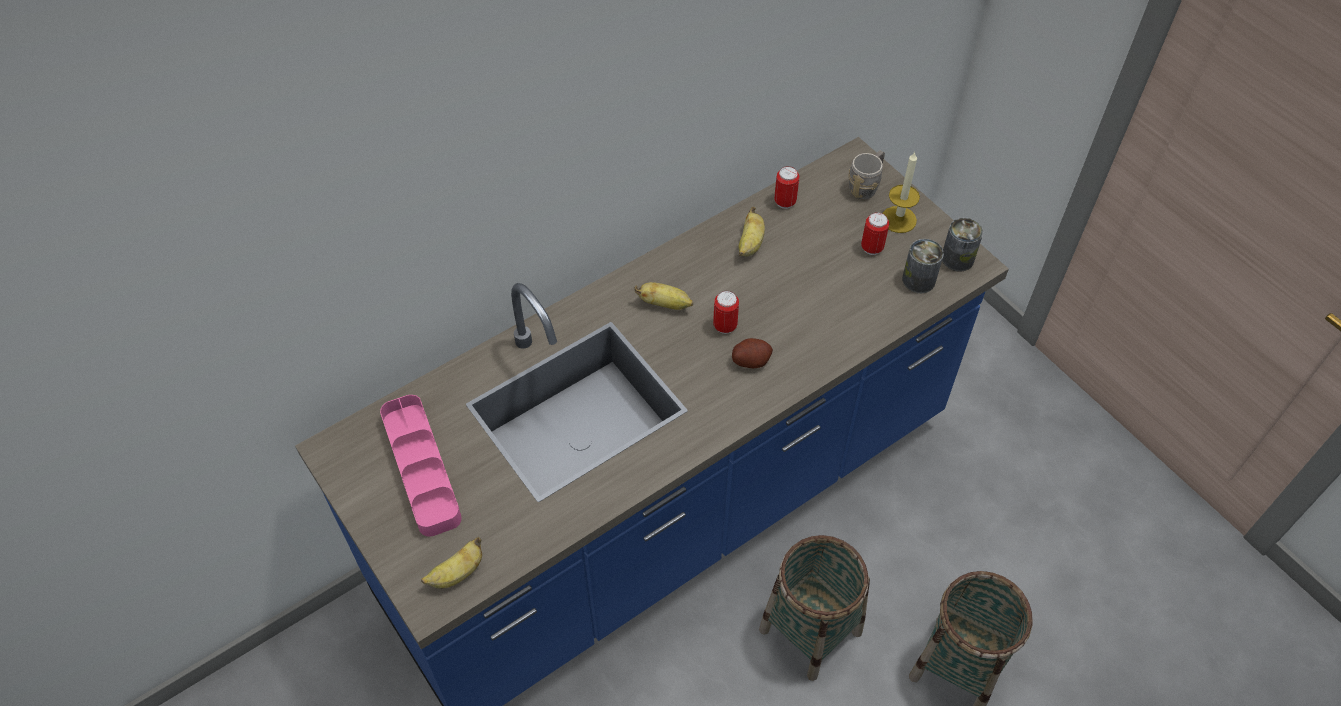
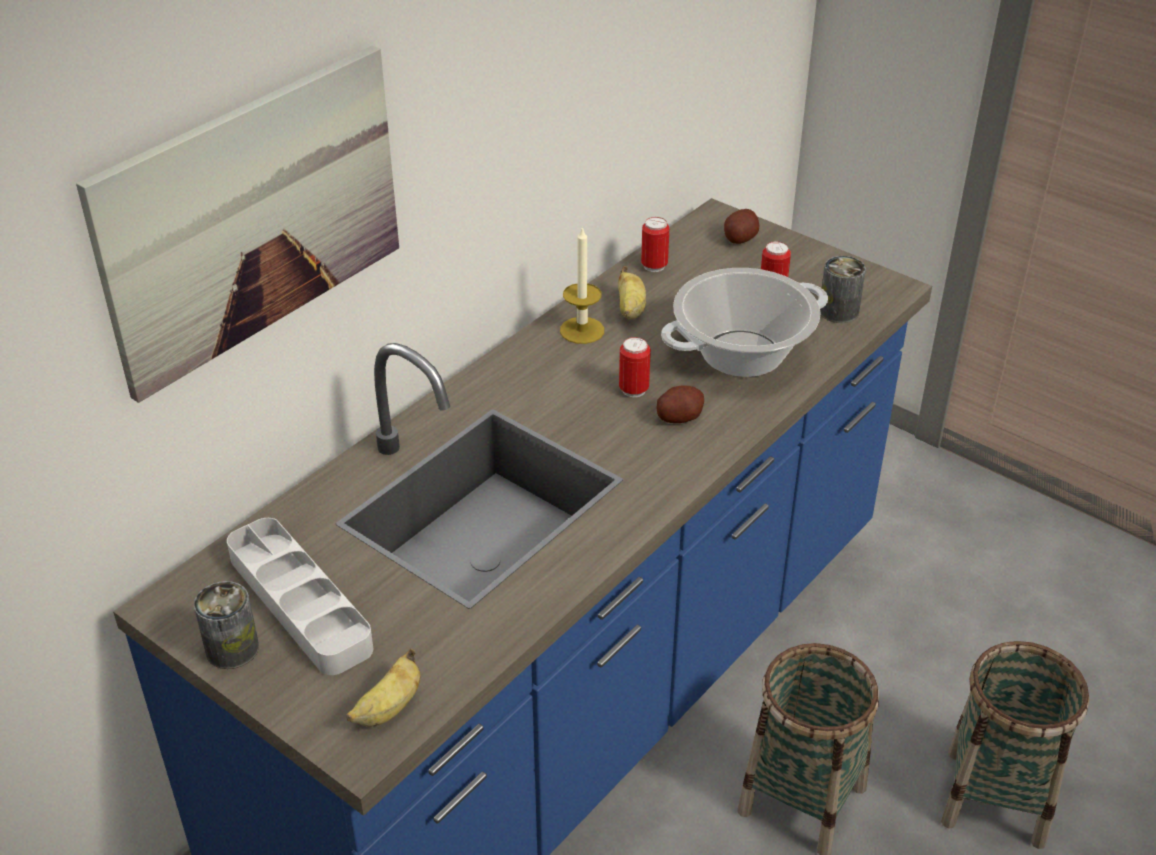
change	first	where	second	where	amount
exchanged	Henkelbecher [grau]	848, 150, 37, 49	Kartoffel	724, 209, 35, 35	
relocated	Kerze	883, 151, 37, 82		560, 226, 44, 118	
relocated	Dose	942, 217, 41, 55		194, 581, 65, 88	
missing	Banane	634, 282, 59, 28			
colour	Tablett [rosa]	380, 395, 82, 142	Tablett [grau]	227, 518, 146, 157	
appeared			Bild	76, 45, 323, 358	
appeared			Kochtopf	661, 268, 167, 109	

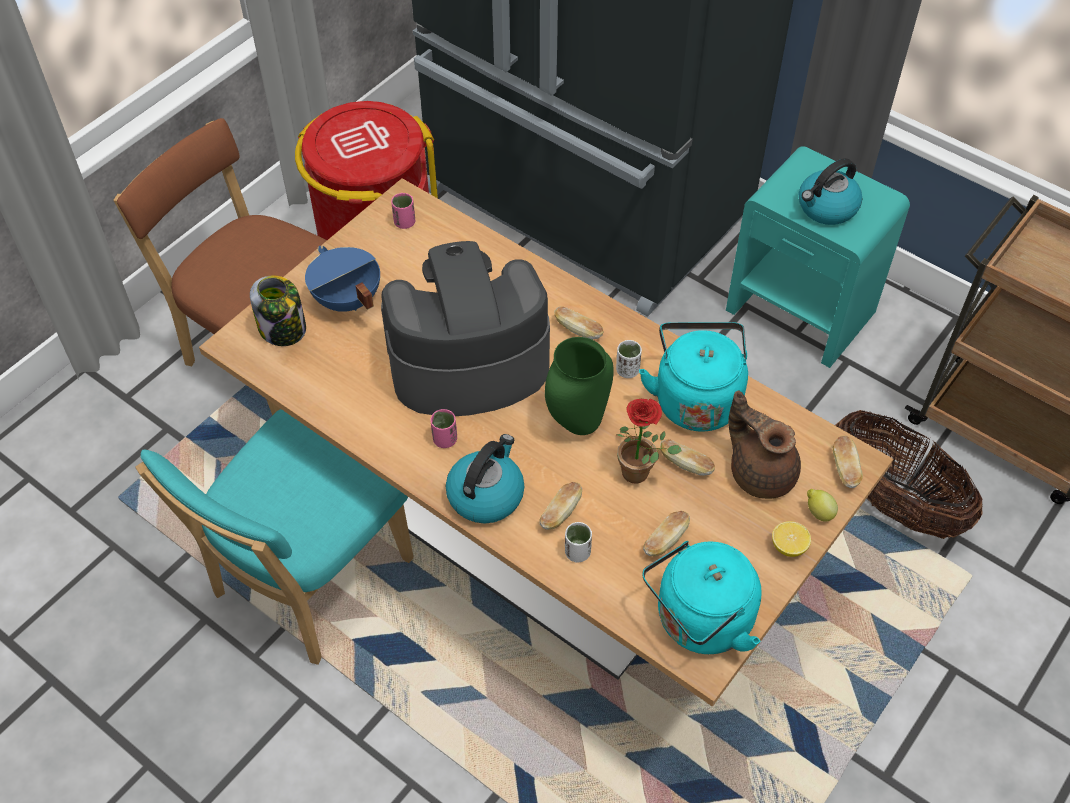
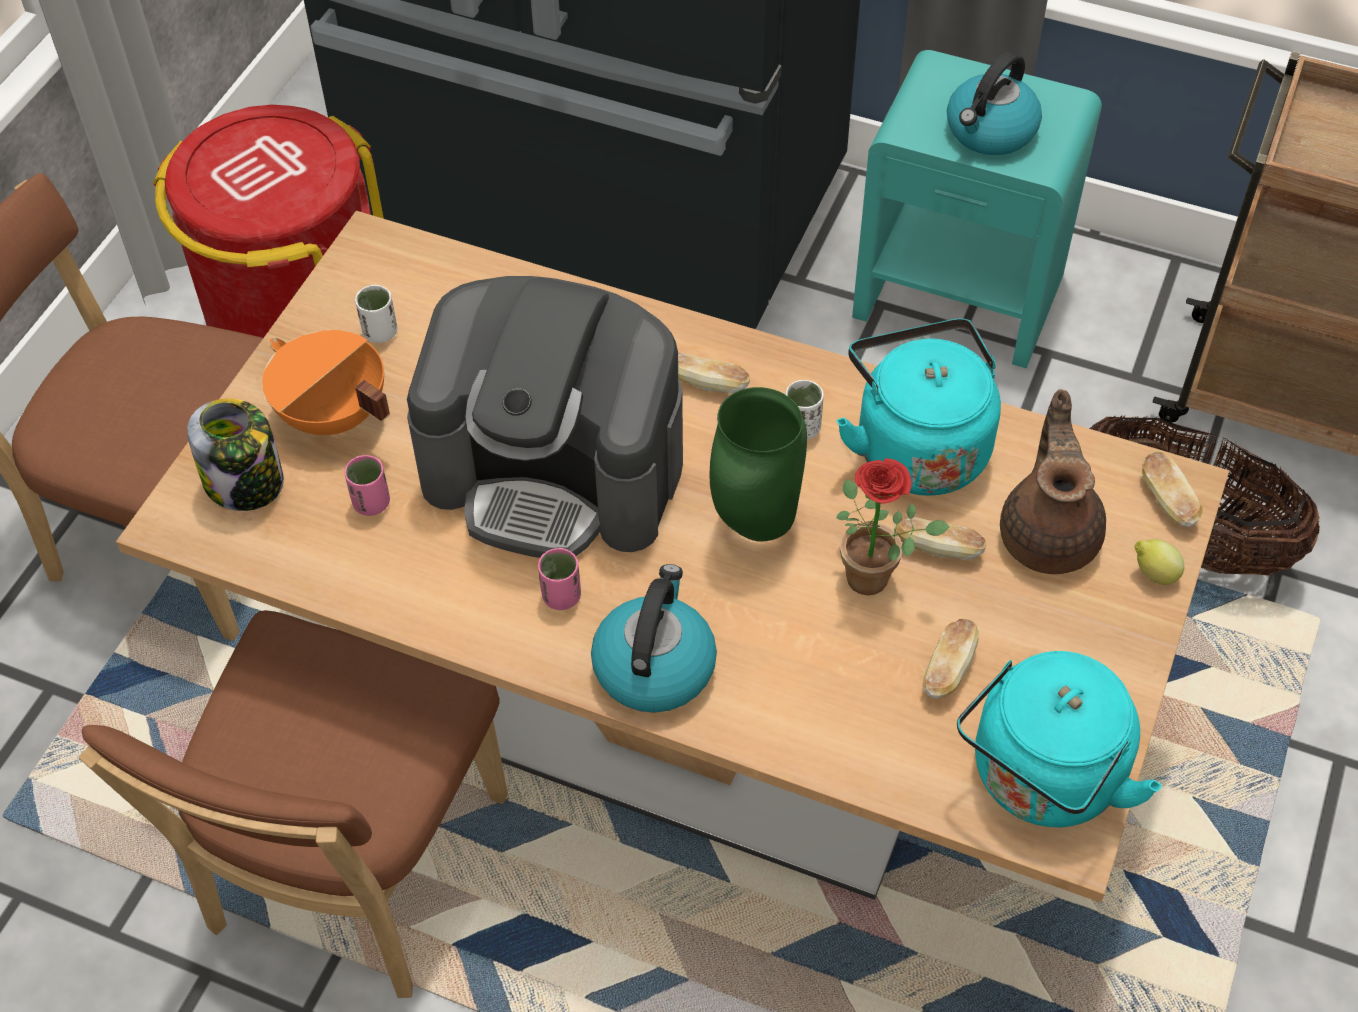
change	first	where	second	where	amount
relocated	Tasse [rosa]	391, 193, 24, 36		344, 455, 46, 61	
spun	Kaffeemaschine	381, 241, 169, 175		407, 276, 276, 282	135 degrees counterclockwise
colour	Kochtopf [blau]	305, 246, 75, 66	Kochtopf [orange]	262, 330, 128, 105	
spun	Teekanne [braun]	728, 390, 73, 109		1000, 389, 106, 185	60 degrees clockwise
colour	Stuhl [türkis]	135, 409, 279, 256	Stuhl [braun]	79, 610, 429, 388	
missing	Brot	539, 482, 43, 48			
missing	Zitrone	772, 521, 39, 36			
relocated	Tasse [weiß]	565, 522, 27, 40		355, 285, 42, 58	

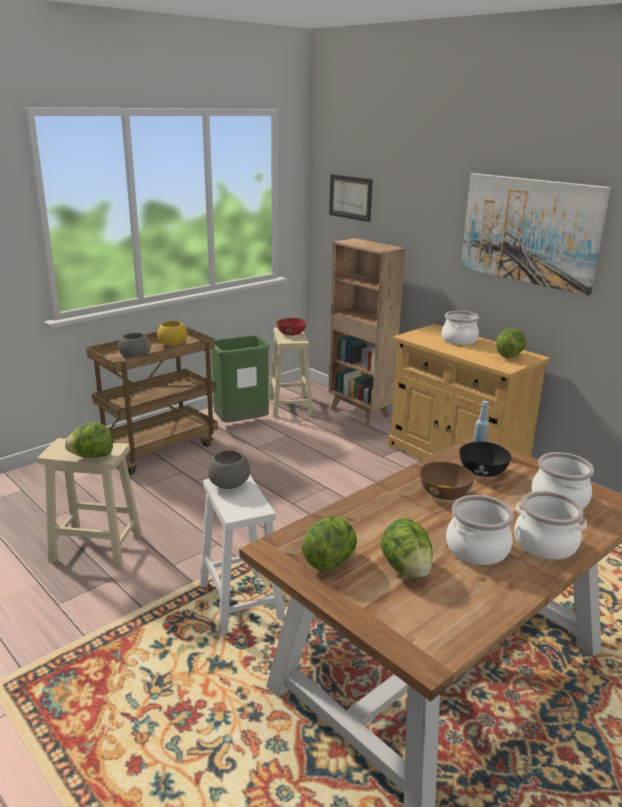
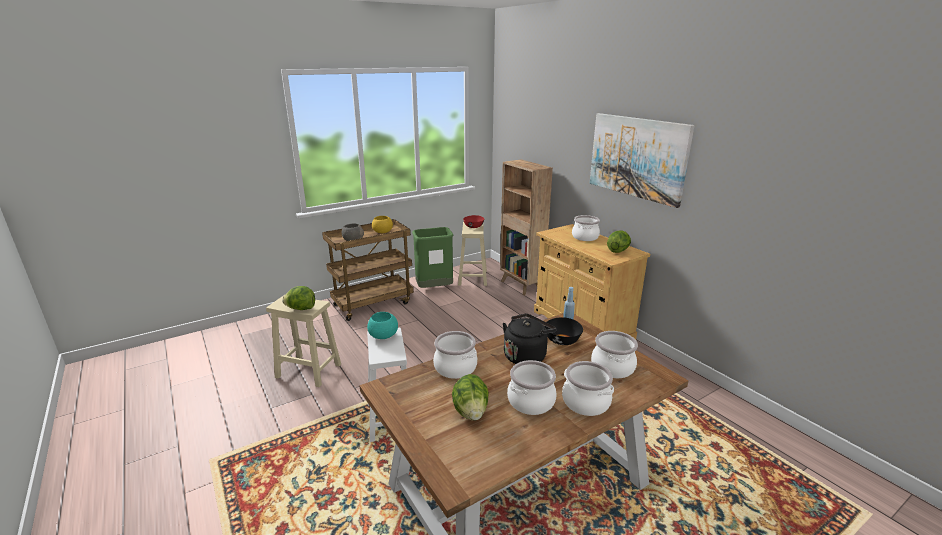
change	first	where	second	where	amount
missing	Bild	329, 174, 44, 48			
colour	Schüssel [grau]	208, 450, 42, 39	Schüssel [türkis]	367, 312, 31, 27	
exchanged	Schüssel [braun]	420, 462, 55, 38	Wasserkessel [schwarz]	503, 314, 53, 50	
missing	Salatkopf	301, 516, 56, 55			
appeared			Kochtopf	433, 331, 44, 48	

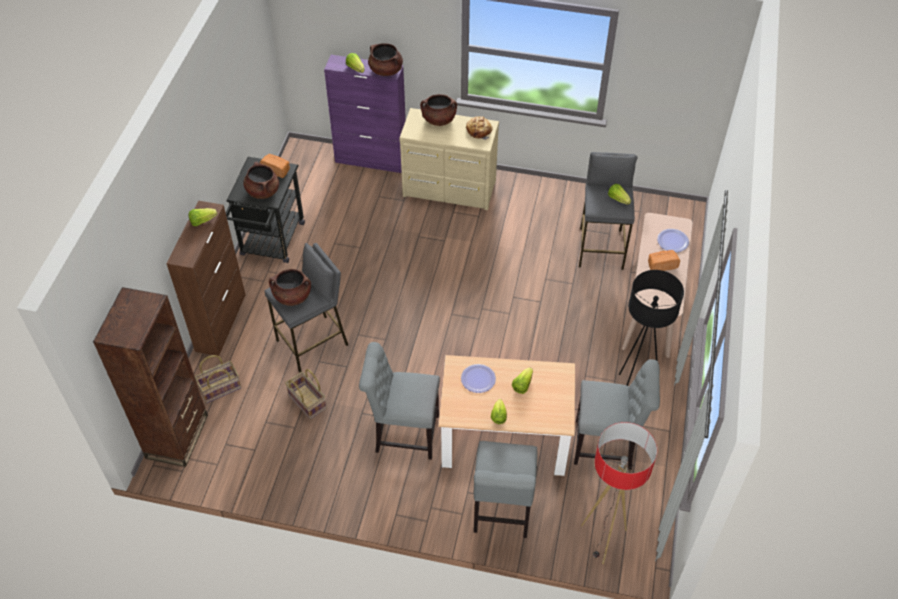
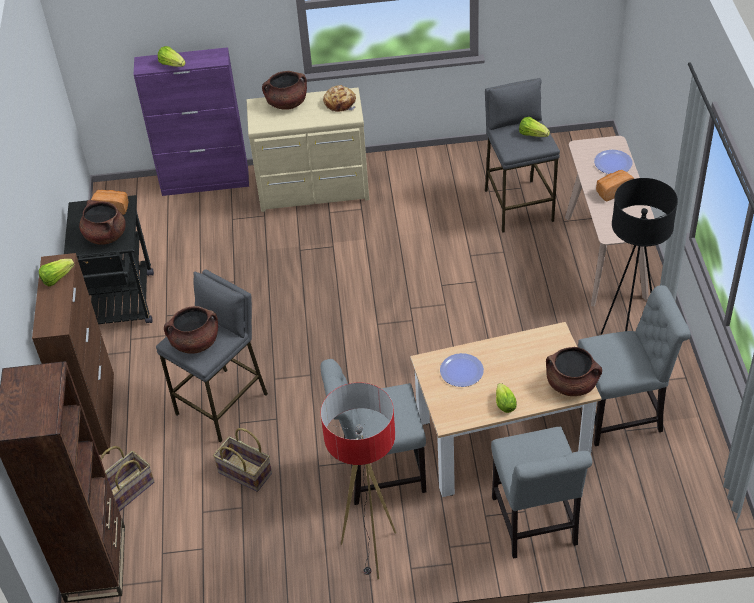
change	first	where	second	where	amount
relocated	Kochtopf [braun]	368, 43, 35, 33		546, 347, 56, 49	
missing	Salatkopf	512, 368, 21, 26			
relocated	Stehlampe	581, 422, 76, 142		321, 382, 75, 197	

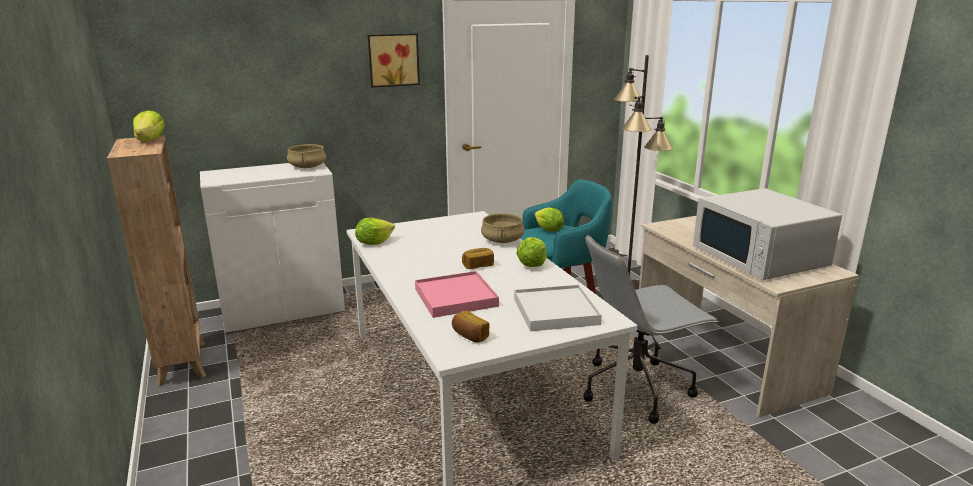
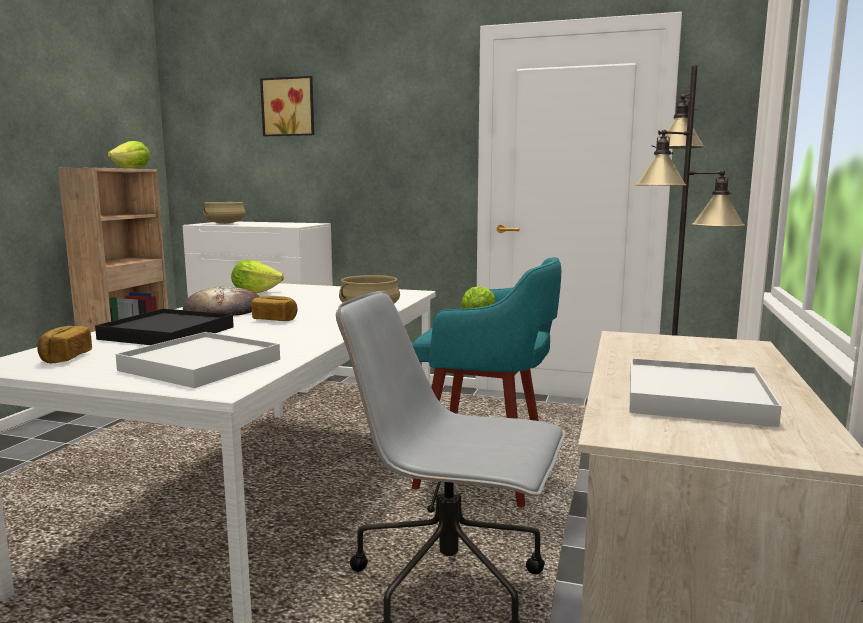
change	first	where	second	where	amount
relocated	Bild	368, 33, 52, 55		260, 76, 54, 60	
relocated	Kochtopf [beige]	287, 144, 39, 24		203, 202, 43, 22	
exchanged	Mikrowelle [weiß]	693, 188, 149, 92	Tablett [weiß]	630, 358, 152, 69	
missing	Salatkopf	516, 237, 30, 30			
colour	Tablett [rosa]	415, 271, 84, 47	Tablett [schwarz]	95, 309, 139, 36	
appeared			Brot	183, 286, 77, 30	

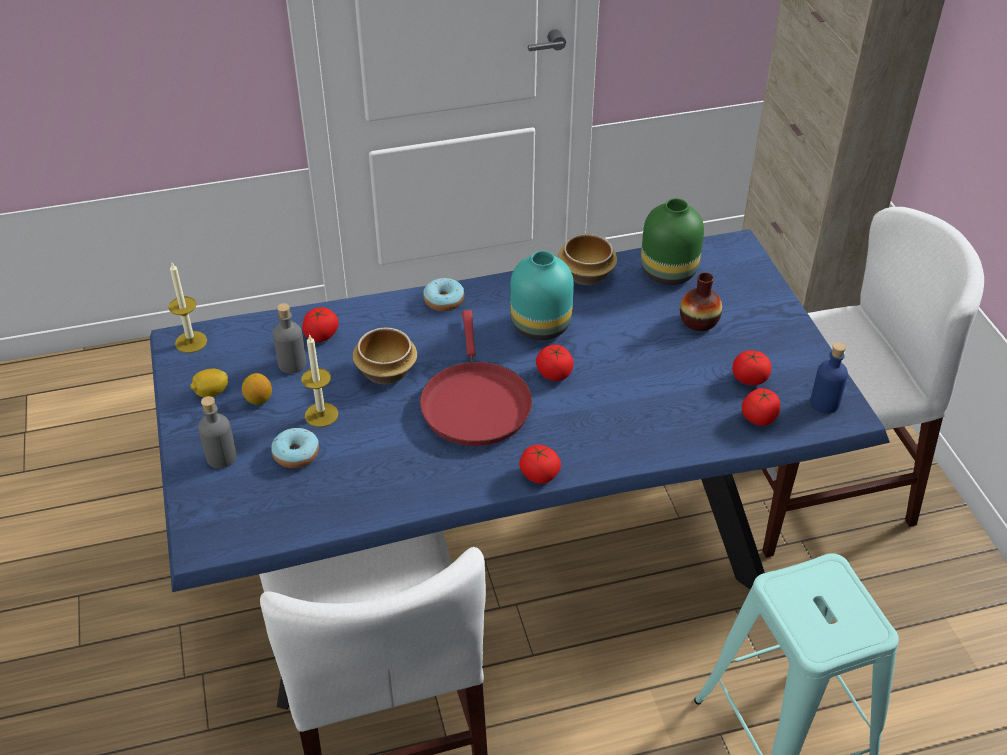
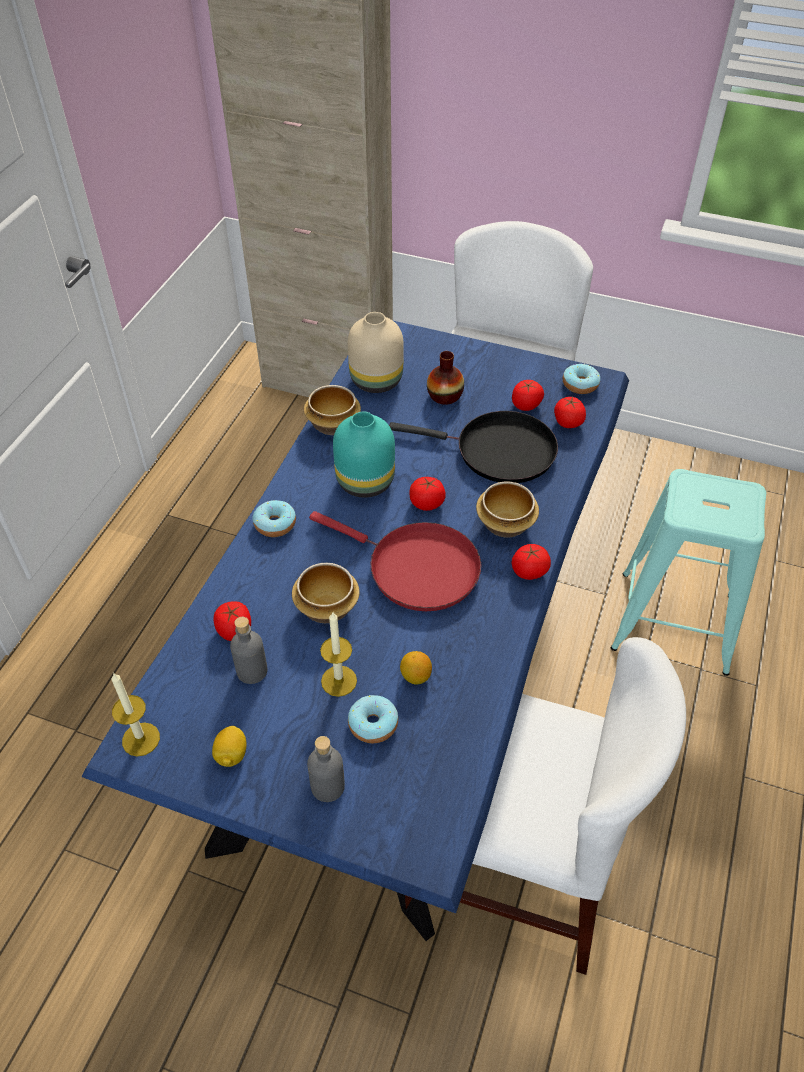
change	first	where	second	where	amount
colour	Vase [grün]	641, 198, 63, 87	Vase [beige]	348, 312, 55, 81	
exchanged	Flasche [blau]	810, 342, 38, 72	Donut	563, 364, 37, 30	
relocated	Zitrone	242, 373, 30, 32		400, 651, 32, 33	
appeared			Pfanne [schwarz]	389, 411, 169, 72	
appeared			Schüssel	476, 481, 63, 57	

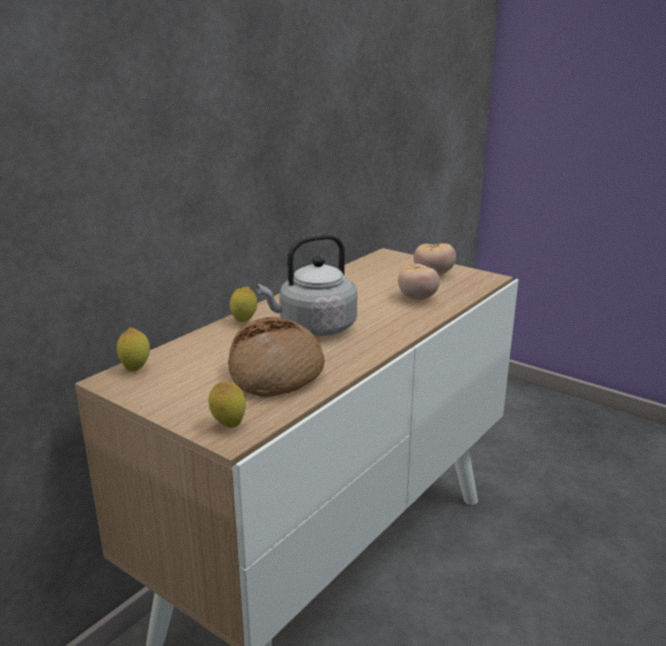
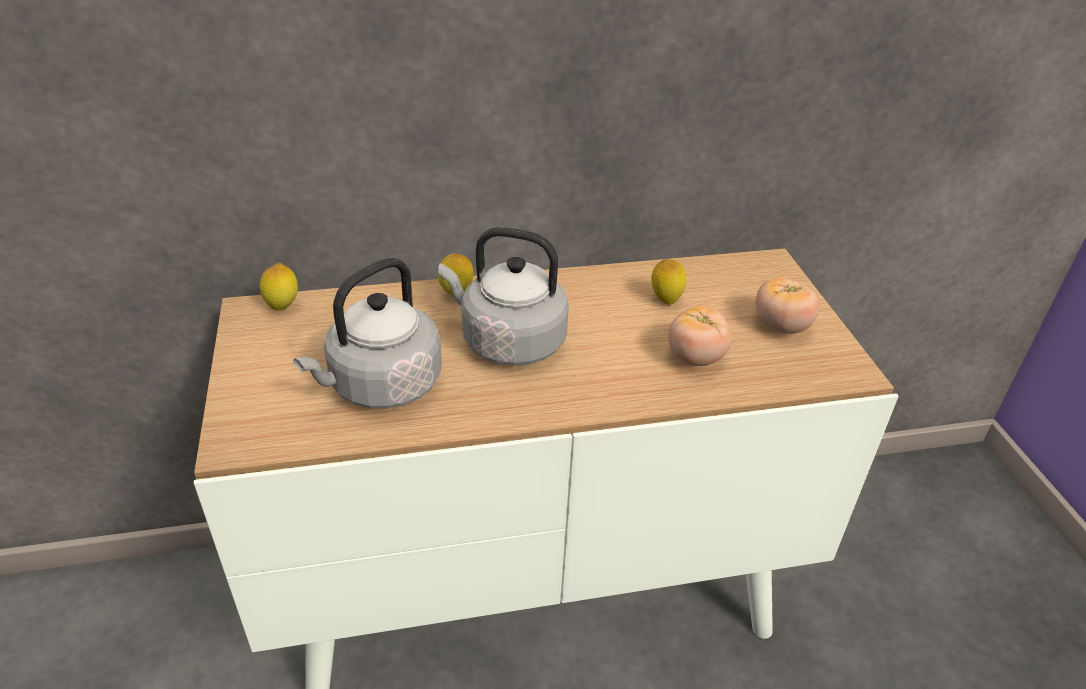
change	first	where	second	where	amount
exchanged	Brot	228, 317, 97, 80	Wasserkessel [grau]	293, 258, 149, 151	
relocated	Zitrone	208, 381, 38, 47		651, 259, 36, 45	

